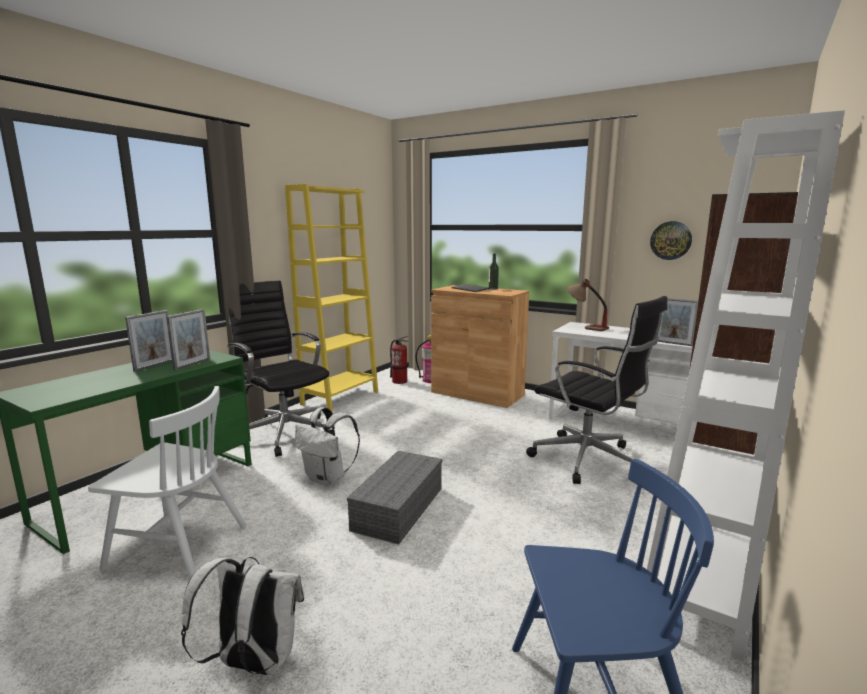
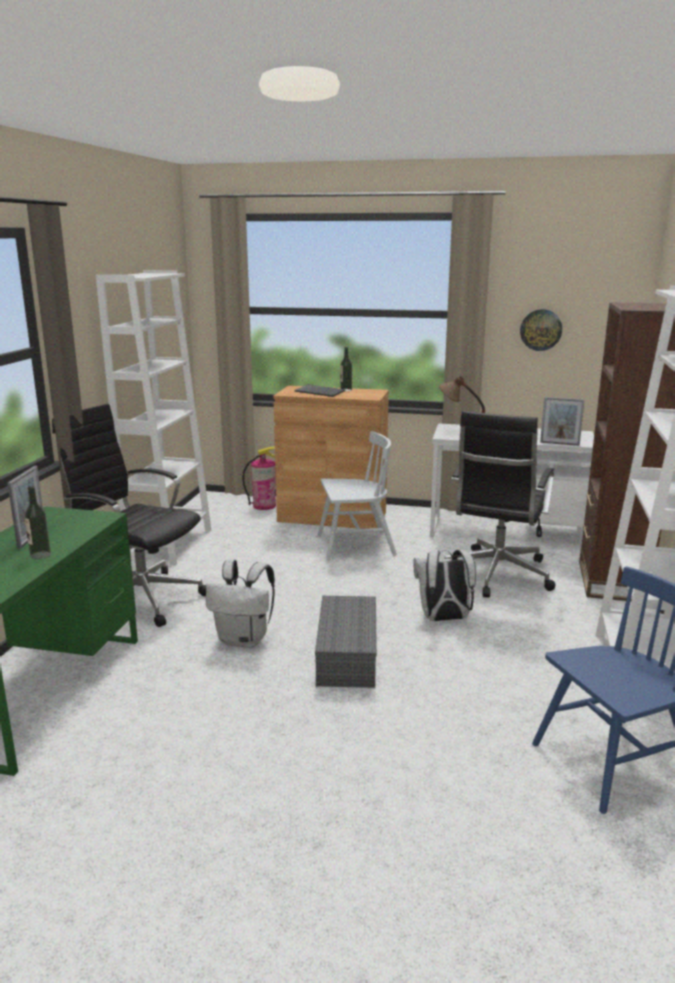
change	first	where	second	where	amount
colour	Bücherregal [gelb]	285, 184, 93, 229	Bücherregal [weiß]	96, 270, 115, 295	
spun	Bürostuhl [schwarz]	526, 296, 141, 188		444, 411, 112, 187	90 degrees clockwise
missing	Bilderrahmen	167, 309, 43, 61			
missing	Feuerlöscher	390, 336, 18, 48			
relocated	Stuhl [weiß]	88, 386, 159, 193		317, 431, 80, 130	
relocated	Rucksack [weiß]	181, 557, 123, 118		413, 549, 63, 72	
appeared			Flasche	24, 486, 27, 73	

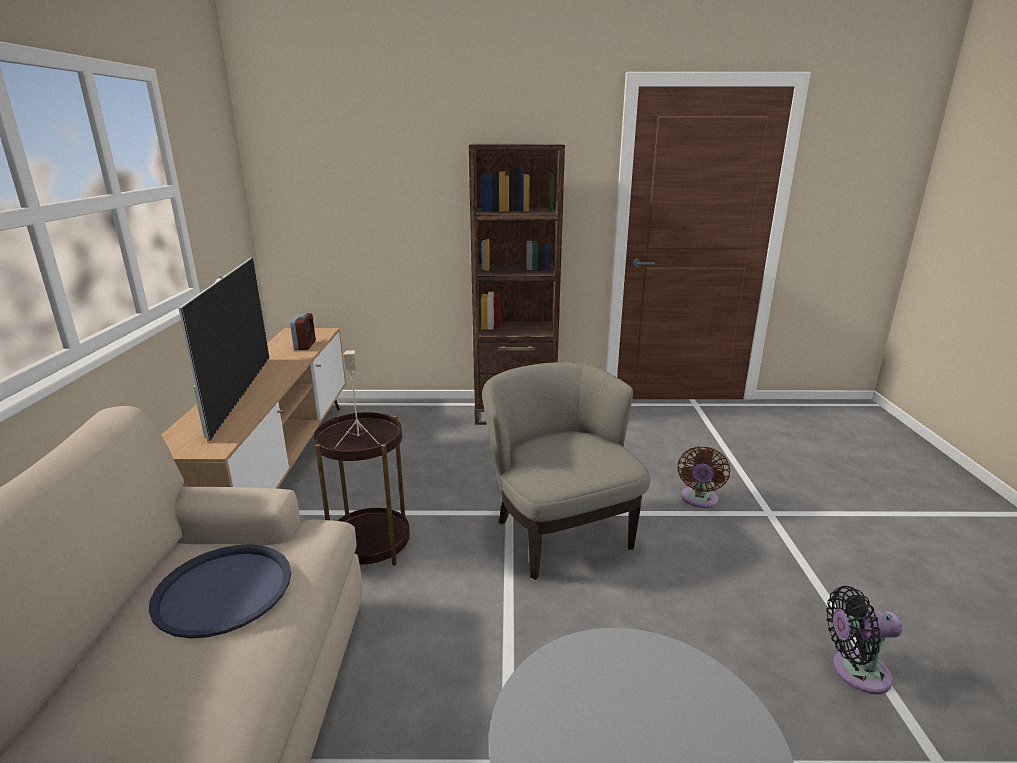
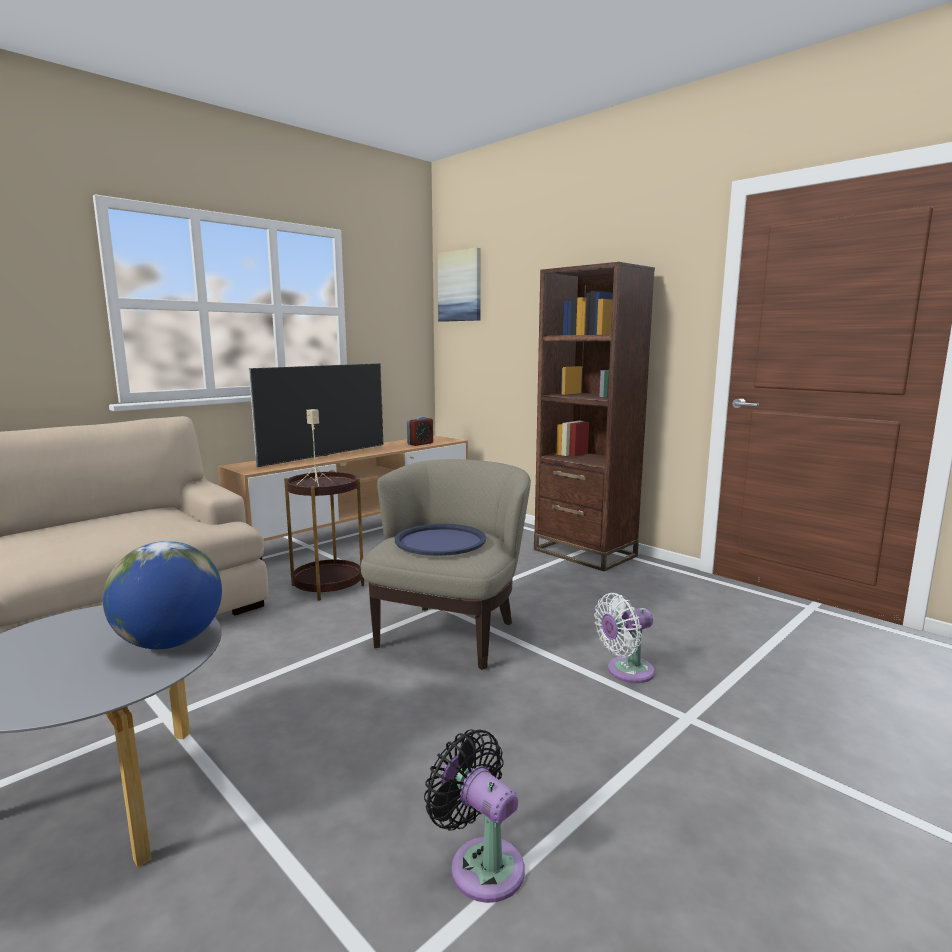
change	first	where	second	where	amount
colour	Ventilator [braun]	678, 446, 52, 62	Ventilator [weiß]	594, 593, 61, 90	
relocated	Tablett [blau]	149, 544, 142, 94		395, 524, 91, 32	
appeared			Bild	437, 248, 44, 74	
appeared			Globus	103, 541, 119, 108	

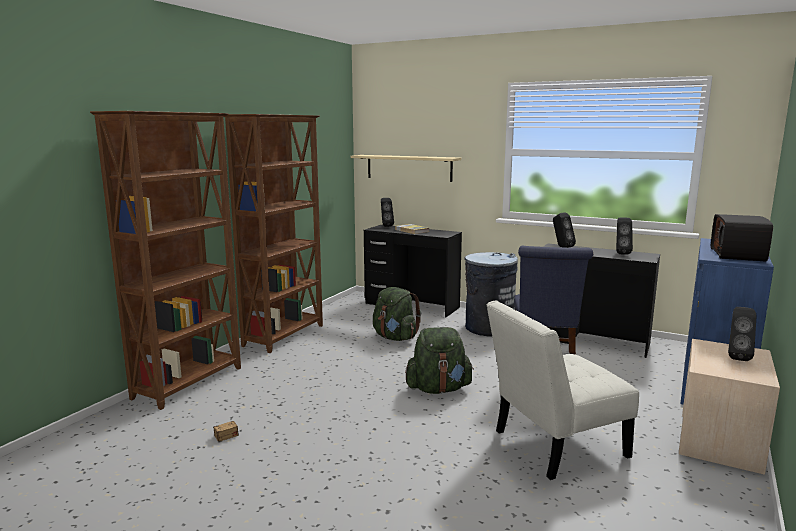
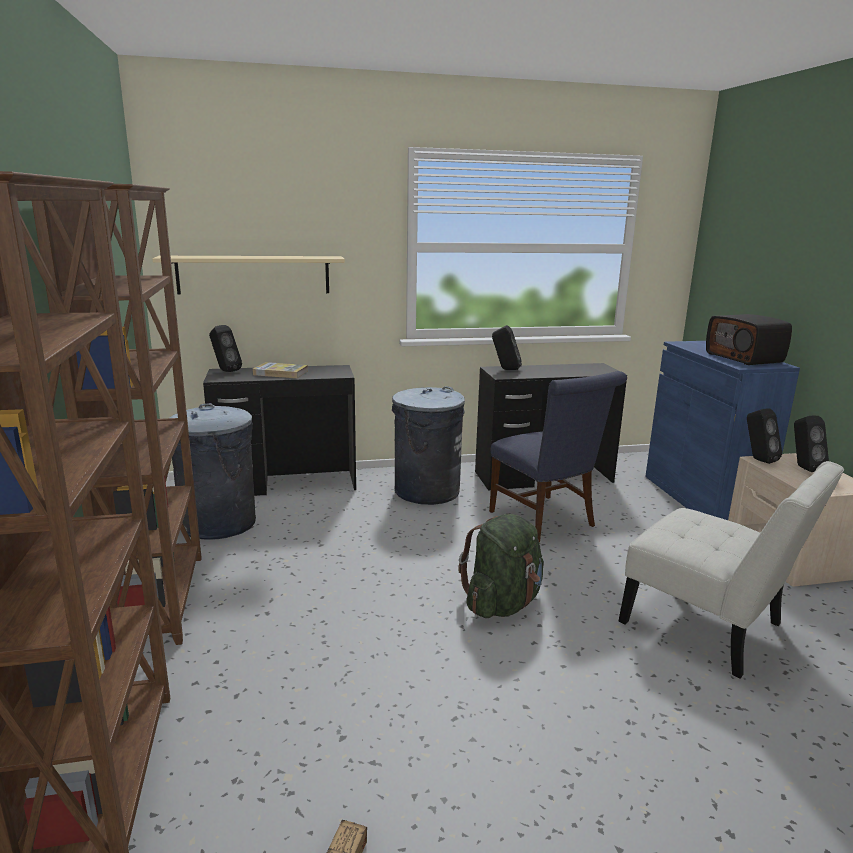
change	first	where	second	where	amount
relocated	Lautsprecher [schwarz]	616, 217, 17, 38		747, 408, 35, 56	
missing	Rucksack [grün]	373, 287, 48, 54			
spun	Stuhl [weiß]	487, 300, 152, 180		618, 461, 226, 218	75 degrees counterclockwise
appeared			Mülleimer [grau]	170, 403, 86, 137	

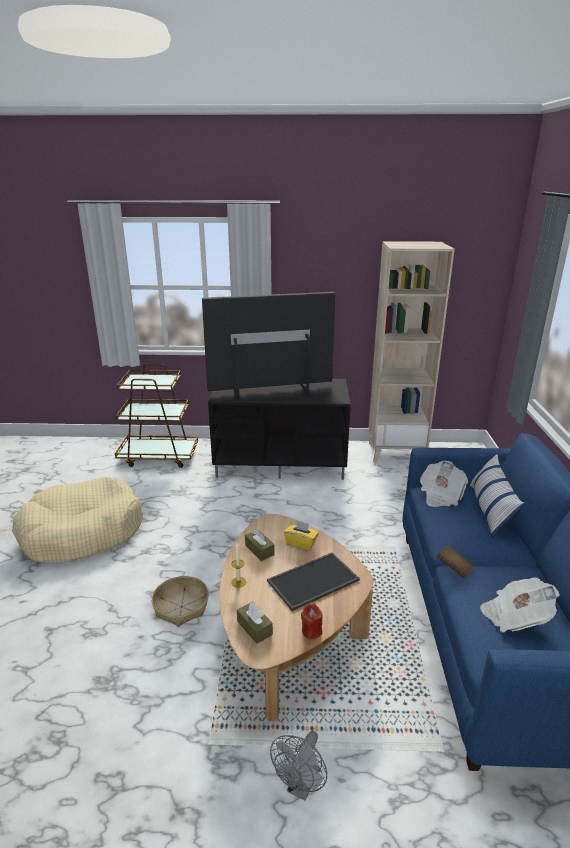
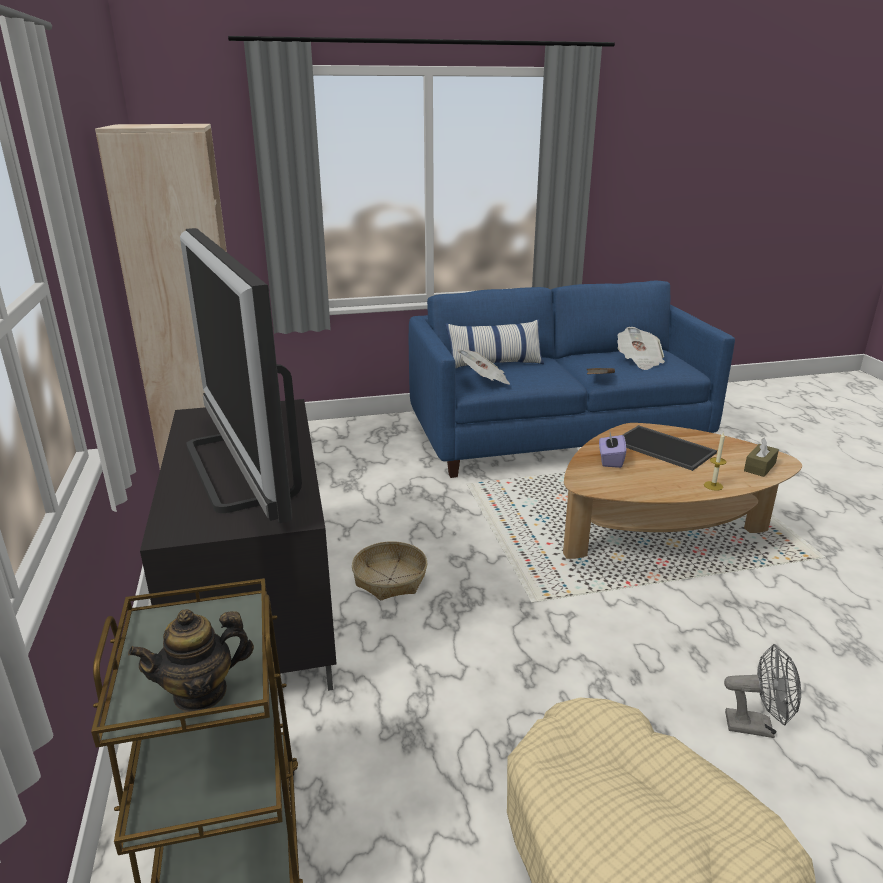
change	first	where	second	where	amount
colour	Taschentuchbox [gelb]	284, 520, 35, 31	Taschentuchbox [lila]	599, 432, 27, 36	
missing	Taschentuchbox [braun]	245, 529, 30, 32			
relocated	Korb	152, 576, 57, 51		352, 541, 75, 59	
missing	Kerze [rot]	301, 604, 22, 35			
relocated	Ventilator [grau]	270, 731, 57, 70		724, 644, 77, 94	
appeared			Teekanne	128, 609, 126, 103	

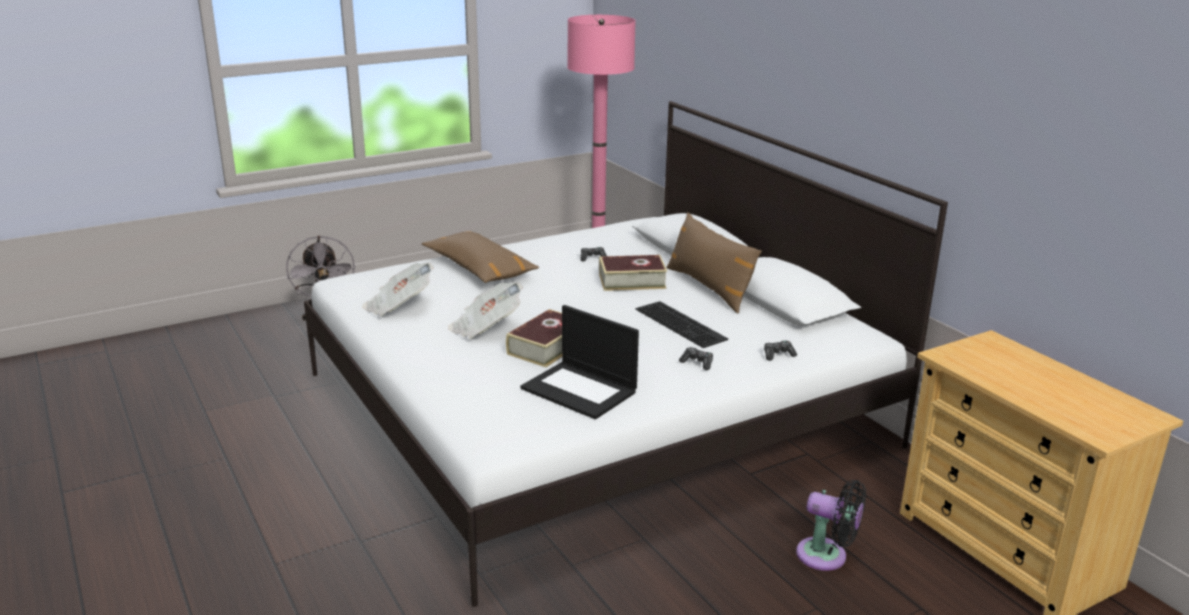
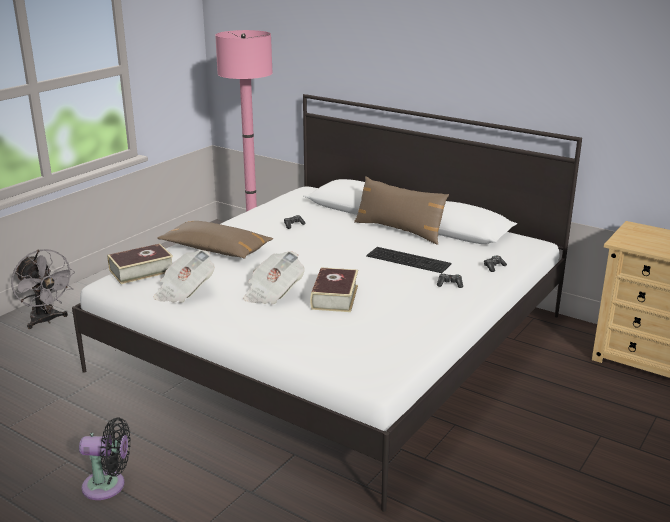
change	first	where	second	where	amount
relocated	Buch	599, 255, 68, 36		107, 244, 66, 40	
missing	Laptop	520, 305, 119, 114			
relocated	Ventilator [schwarz]	796, 480, 70, 91		79, 417, 52, 83	

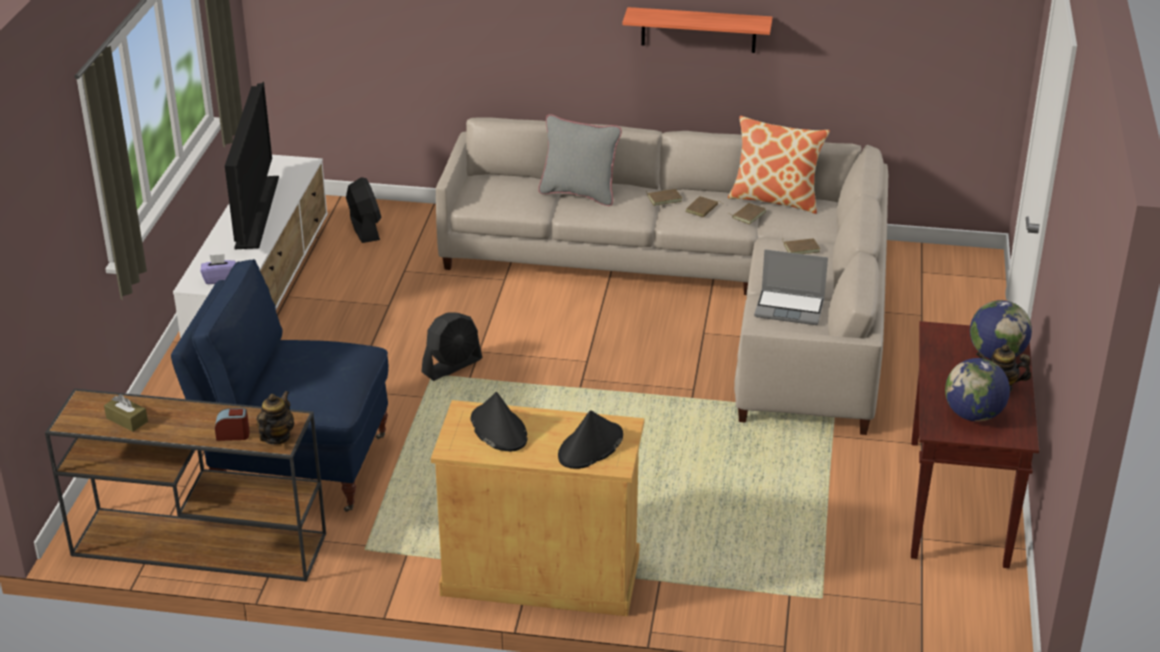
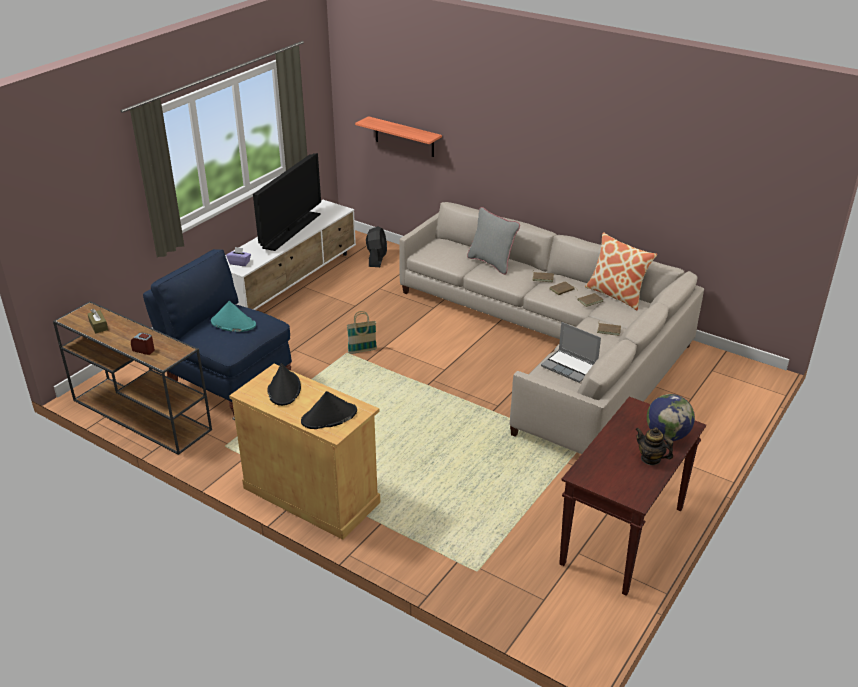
change	first	where	second	where	amount
relocated	Wandregal	622, 7, 150, 46		355, 116, 87, 41	
exchanged	Ventilator [schwarz]	421, 312, 61, 69	Korb	347, 311, 30, 43	
missing	Globus	945, 358, 65, 64			
missing	Teekanne	256, 391, 38, 54			
appeared			Hut [türkis]	211, 301, 45, 31	

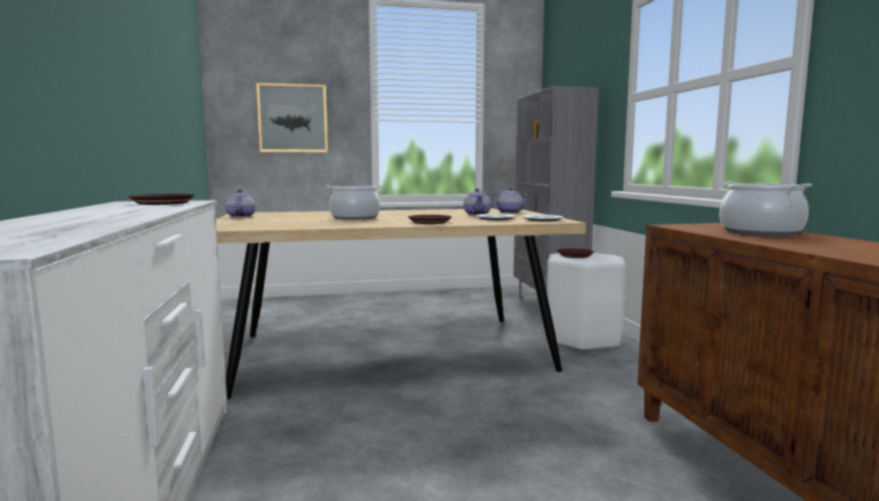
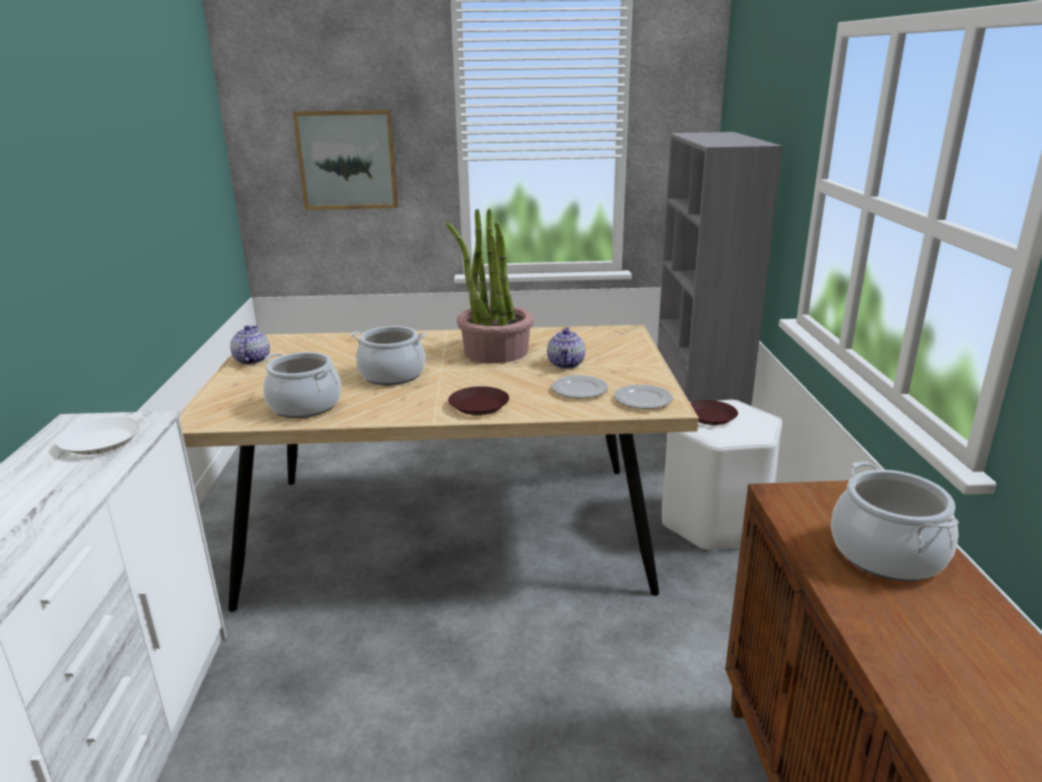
change	first	where	second	where	amount
missing	Teekanne	490, 187, 40, 27			
colour	Teller [braun]	128, 194, 67, 11	Teller [weiß]	56, 417, 85, 38	
appeared			Topfpflanze	446, 209, 88, 154	
appeared			Kochtopf	263, 352, 78, 66	

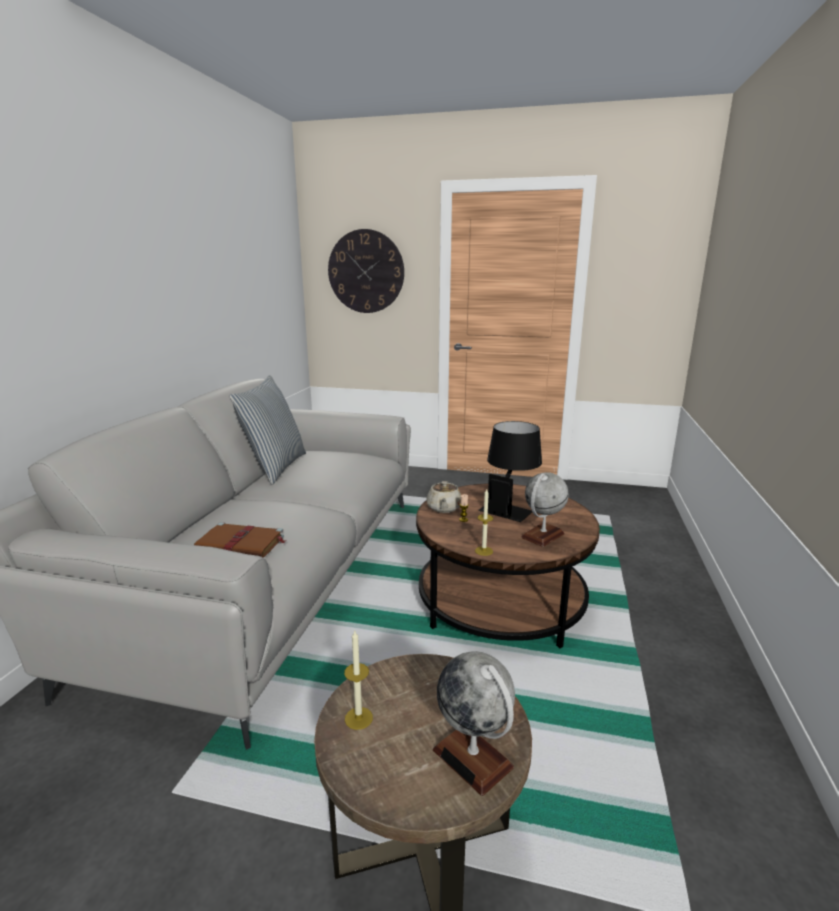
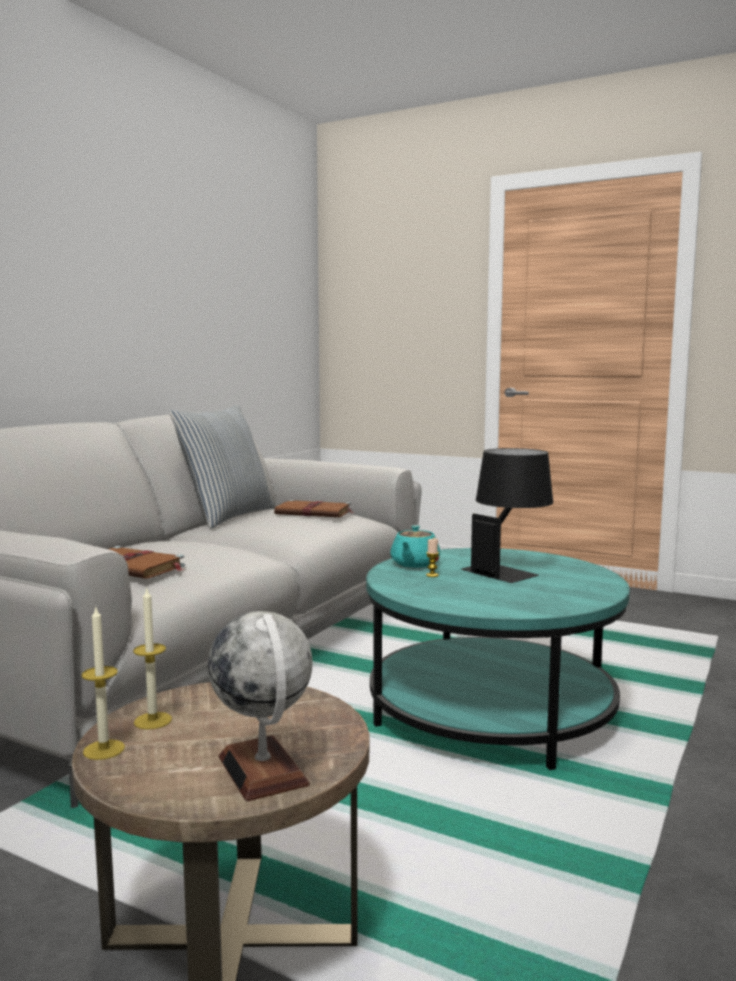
change	first	where	second	where	amount
missing	Wanduhr	328, 229, 76, 84			
missing	Globus	521, 472, 48, 75			
colour	Teekanne [beige]	426, 481, 35, 32	Teekanne [türkis]	390, 525, 50, 43	
colour	Couchtisch [braun]	416, 483, 184, 165	Couchtisch [türkis]	366, 548, 264, 222	
relocated	Kerze	475, 489, 18, 67		81, 608, 44, 152	
appeared			Buch [braun]	274, 500, 79, 17	

